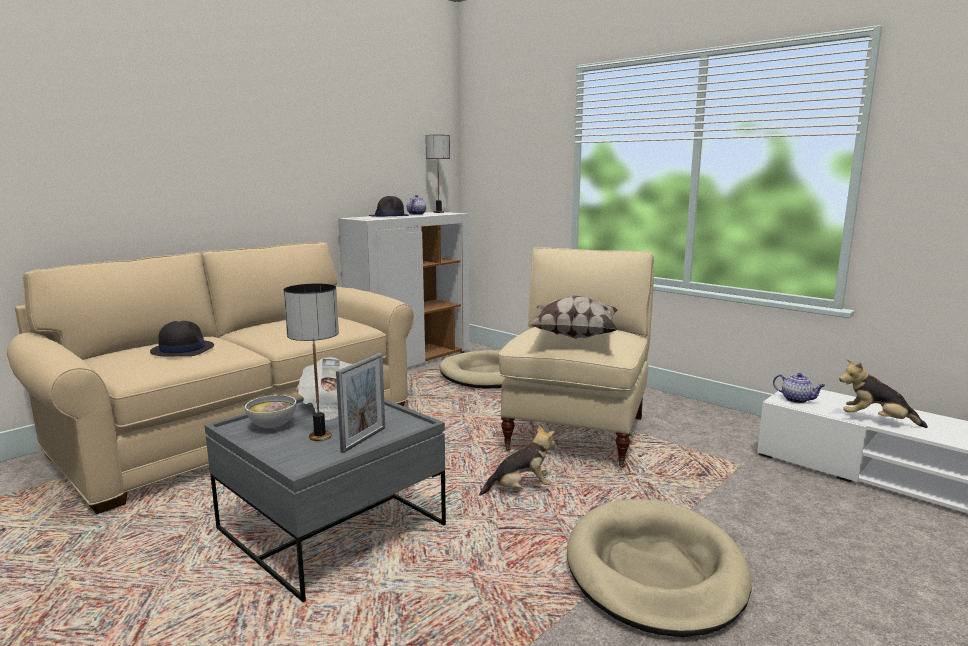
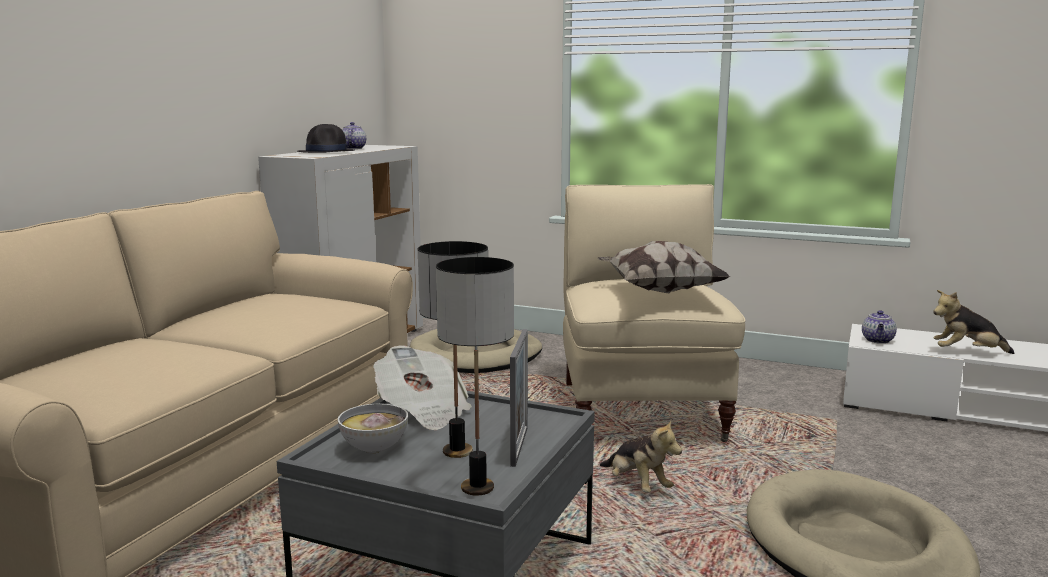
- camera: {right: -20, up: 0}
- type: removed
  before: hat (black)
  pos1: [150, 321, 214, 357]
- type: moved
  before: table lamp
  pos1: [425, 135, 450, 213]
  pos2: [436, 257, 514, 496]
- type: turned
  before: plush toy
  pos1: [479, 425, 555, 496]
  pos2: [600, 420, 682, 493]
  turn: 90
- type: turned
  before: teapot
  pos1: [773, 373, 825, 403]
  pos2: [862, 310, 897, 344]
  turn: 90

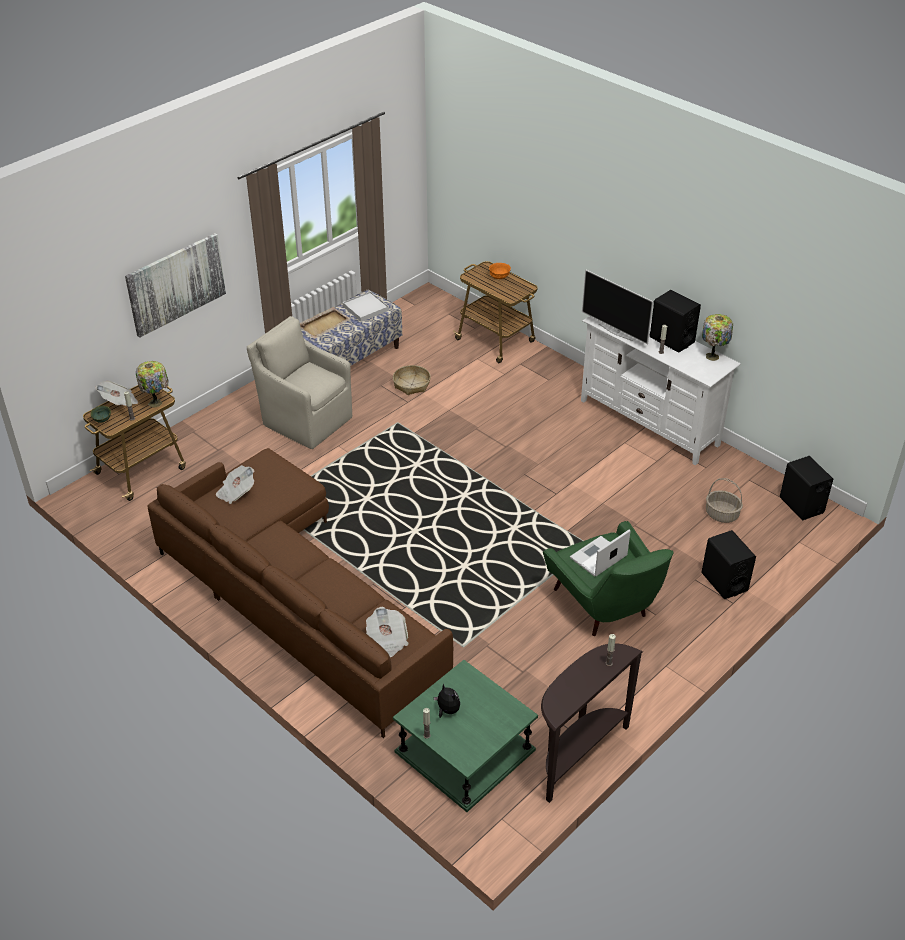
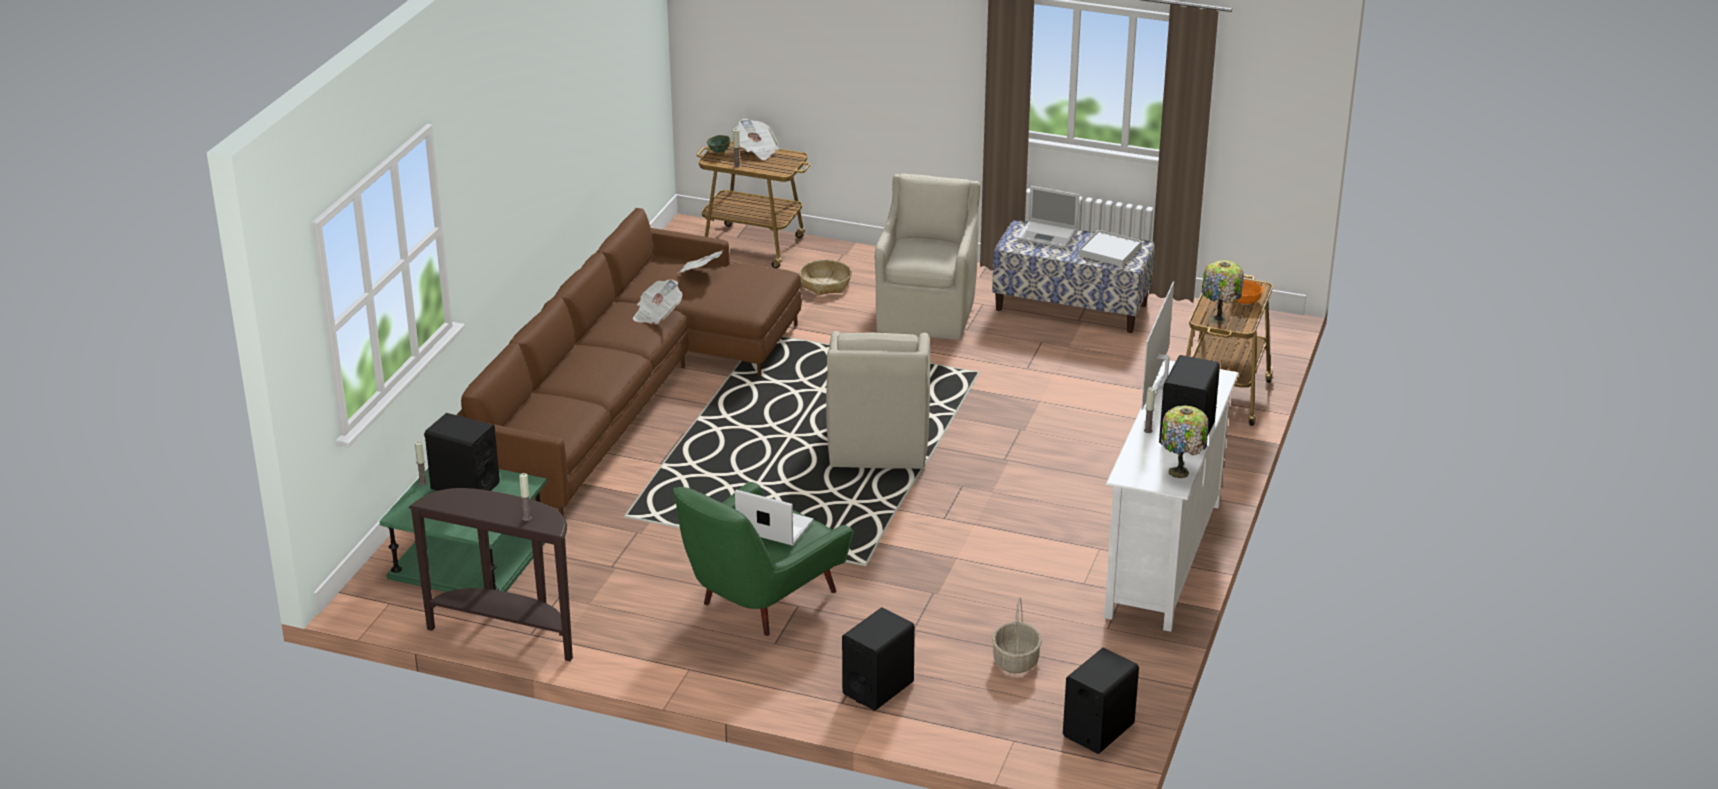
- camera: {right: 65, up: -10}
- type: removed
  before: picture
  pos1: [125, 233, 226, 338]
- type: added
  after: armchair (beige)
  pos2: [826, 331, 930, 469]
- type: moved
  before: table lamp
  pos1: [136, 361, 169, 407]
  pos2: [1202, 260, 1244, 324]
- type: moved
  before: newspaper
  pos1: [366, 607, 409, 657]
  pos2: [633, 279, 682, 324]
- type: moved
  before: basket
  pos1: [393, 365, 431, 395]
  pos2: [800, 260, 851, 296]
- type: replaced
  before: tray (beige)
  after: laptop
  pos1: [300, 307, 351, 339]
  pos2: [1016, 186, 1079, 248]
- type: replaced
  before: plush toy
  after: speaker (black)
  pos1: [434, 683, 460, 718]
  pos2: [424, 413, 500, 491]

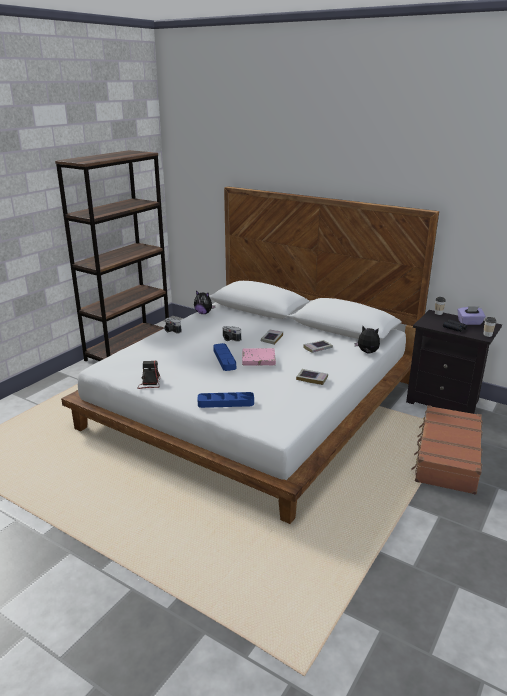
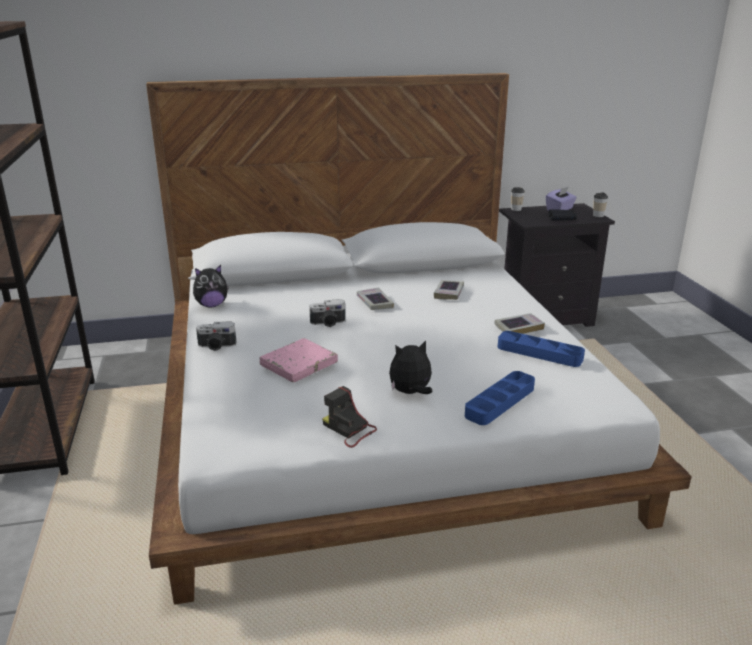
- camera: {right: -45, up: 0}
- type: removed
  before: suitcase (brown)
  pos1: [411, 405, 483, 495]
- type: moved
  before: tray (blue)
  pos1: [213, 343, 236, 371]
  pos2: [498, 331, 585, 367]
- type: moved
  before: book (pink)
  pos1: [242, 348, 276, 366]
  pos2: [260, 338, 338, 382]
- type: moved
  before: plush toy
  pos1: [355, 326, 380, 354]
  pos2: [389, 340, 432, 394]

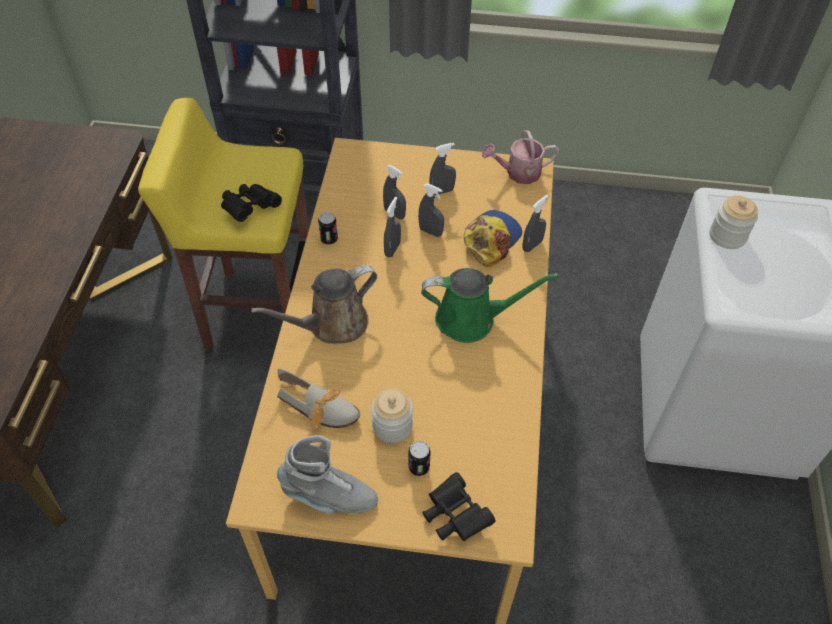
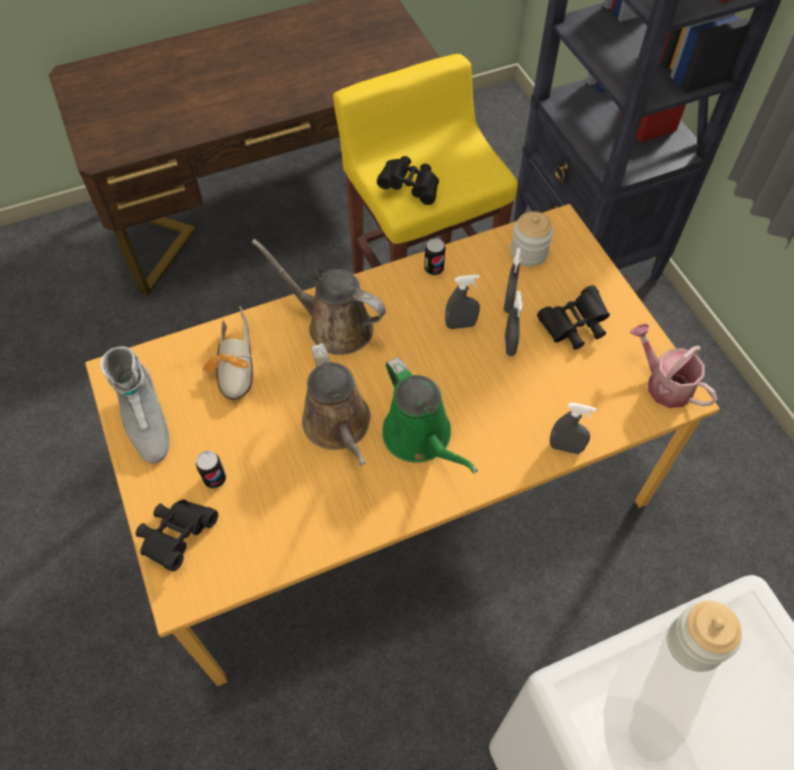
- camera: {right: 60, up: 5}
- type: removed
  before: cap
  pos1: [464, 210, 522, 267]
- type: added
  after: watering can (brown)
  pos2: [302, 343, 370, 466]
- type: moved
  before: jar
  pos1: [371, 388, 413, 443]
  pos2: [510, 211, 554, 267]
- type: replaced
  before: spray bottle (grey)
  after: binoculars (black)
  pos1: [429, 143, 456, 195]
  pos2: [537, 285, 610, 350]

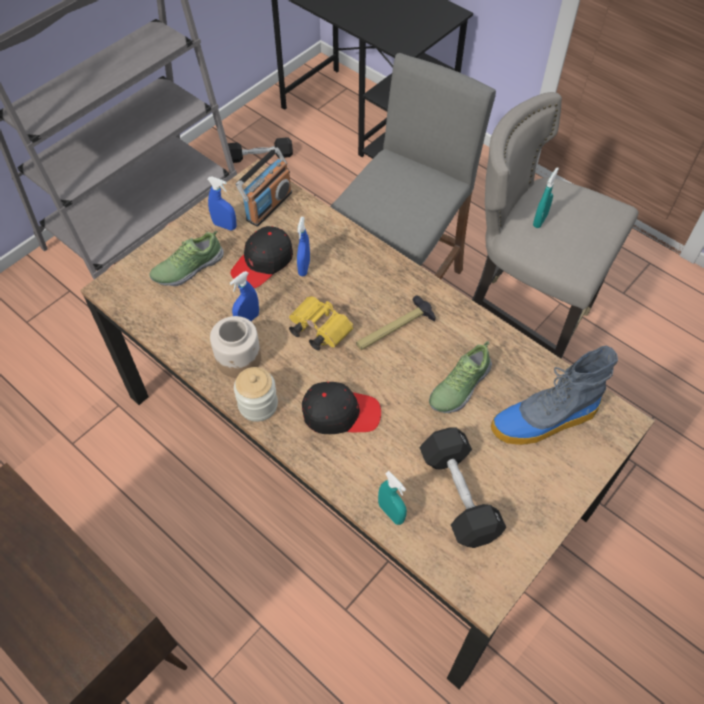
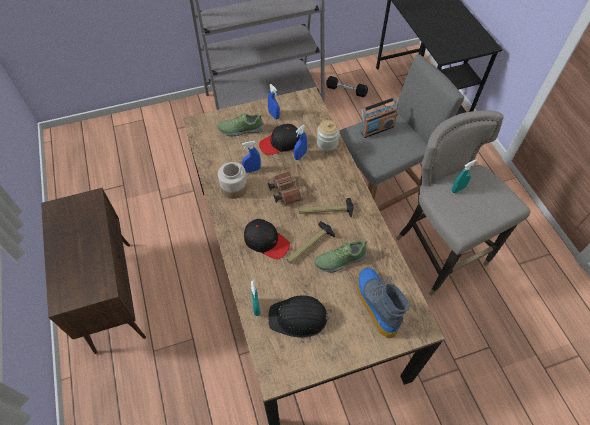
- camera: {right: 30, up: 0}
- type: added
  after: hammer
  pos2: [287, 221, 335, 264]
- type: moved
  before: jar
  pos1: [234, 367, 278, 422]
  pos2: [317, 120, 339, 151]
- type: moved
  before: radio
  pos1: [236, 147, 292, 227]
  pos2: [360, 98, 398, 138]
- type: replaced
  before: dumbbell (black)
  after: hard hat (black)
  pos1: [419, 427, 506, 548]
  pos2: [268, 295, 332, 338]
- type: recoloured
  before: binoculars (yellow)
  after: binoculars (brown)
  pos1: [289, 296, 353, 351]
  pos2: [268, 171, 303, 205]
- type: turned
  before: boot
  pos1: [491, 346, 618, 445]
  pos2: [357, 267, 410, 338]
  turn: 60

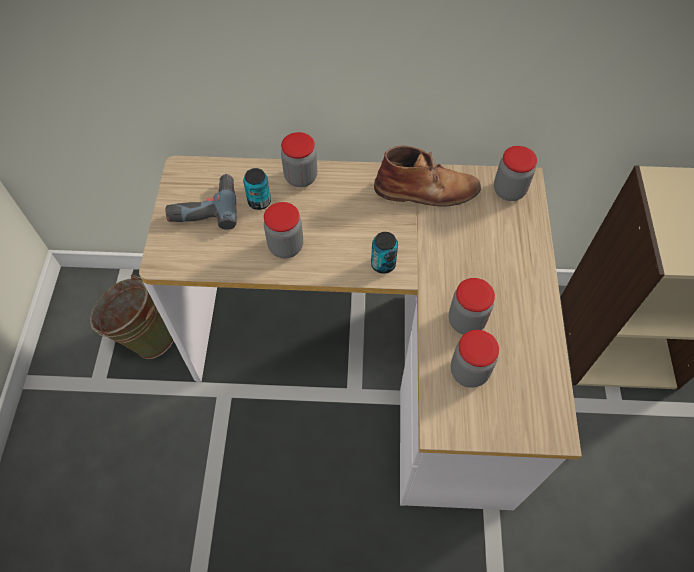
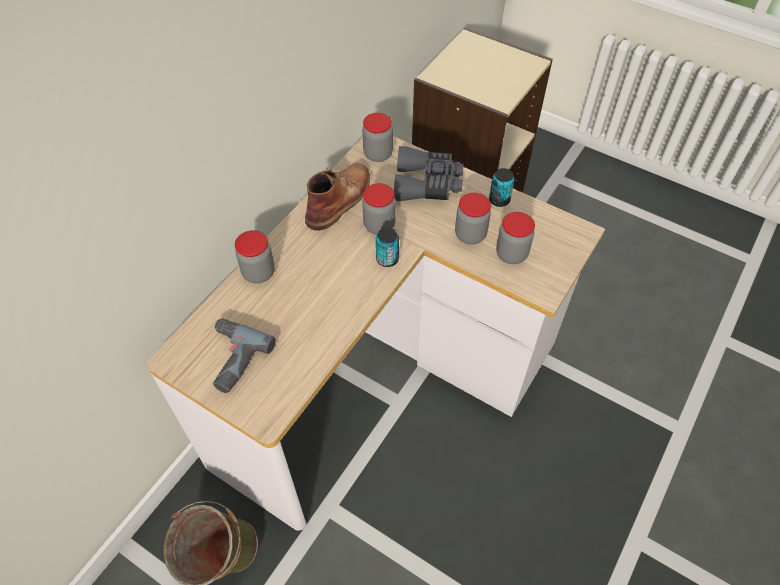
- camera: {right: -60, up: -5}
- type: added
  after: binoculars (grey)
  pos2: [394, 146, 464, 201]
- type: moved
  before: can
  pos1: [243, 168, 271, 210]
  pos2: [489, 168, 515, 207]
- type: moved
  before: jar
  pos1: [264, 202, 303, 258]
  pos2: [362, 183, 396, 235]

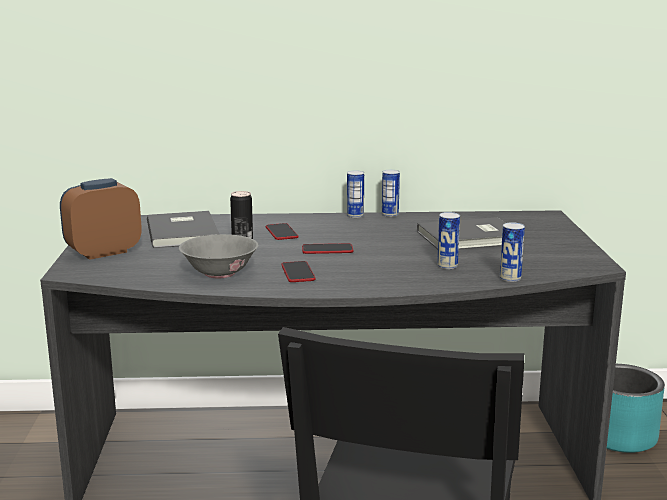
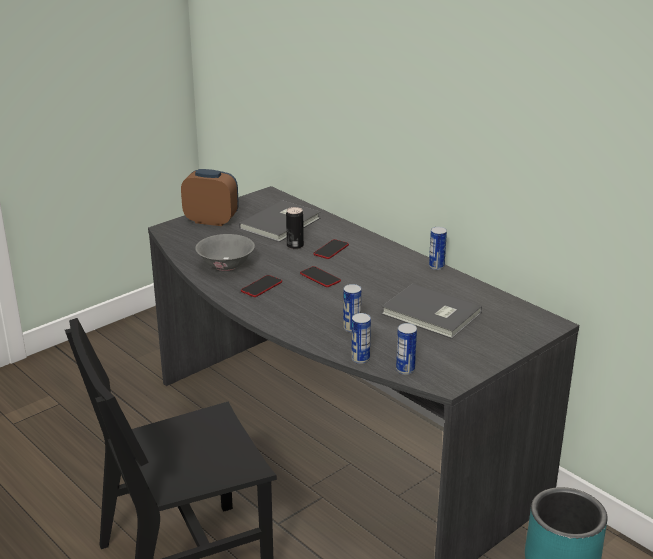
- camera: {right: 50, up: 10}
- type: moved
  before: can
  pos1: [347, 171, 364, 218]
  pos2: [396, 323, 417, 375]

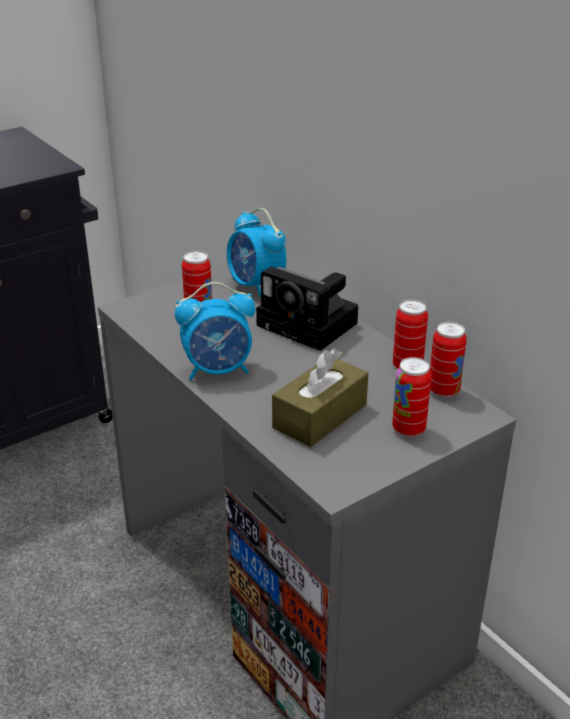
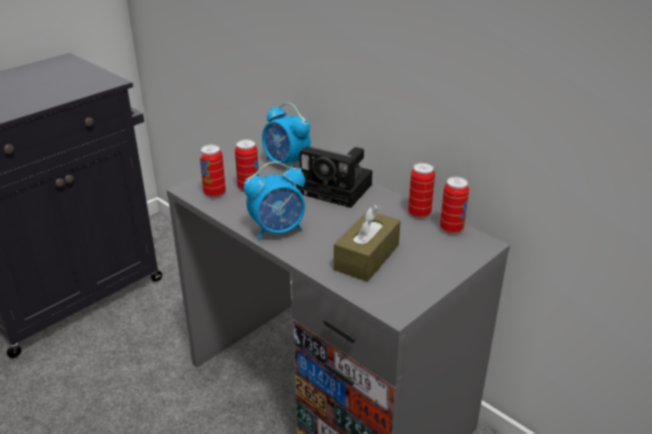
- camera: {right: -10, up: 0}
- type: moved
  before: can
  pos1: [392, 357, 432, 437]
  pos2: [199, 144, 226, 198]

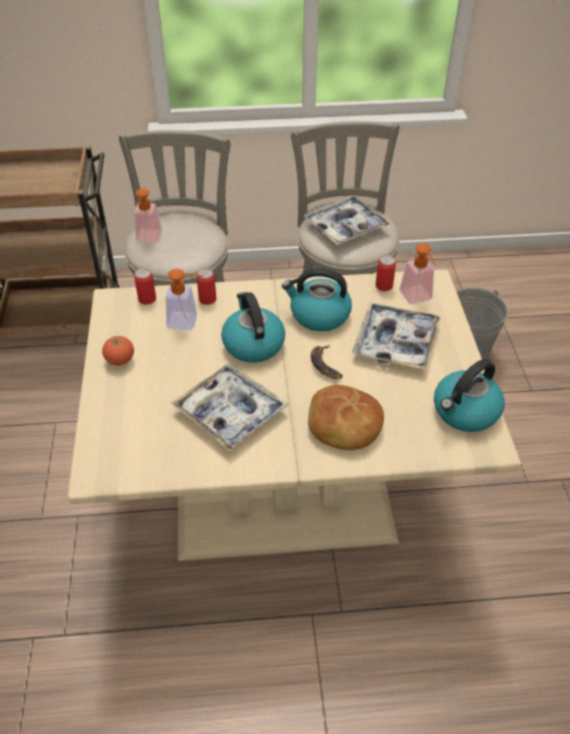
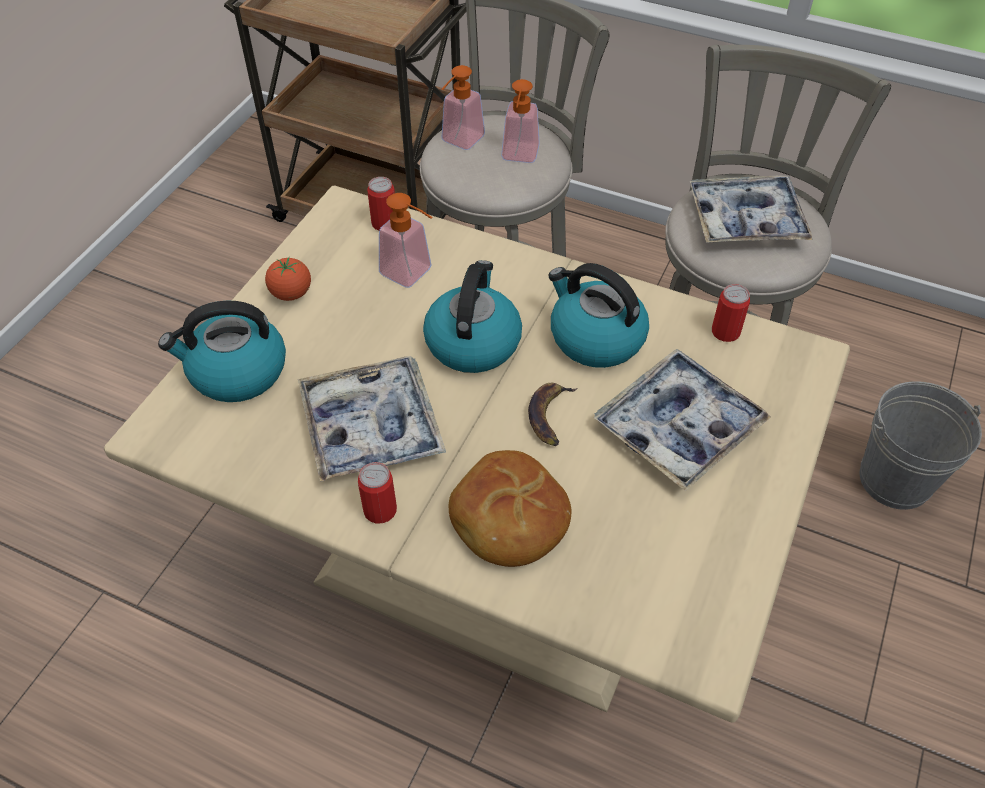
- camera: {right: 30, up: 5}
- type: moved
  before: can
  pos1: [197, 268, 216, 305]
  pos2: [358, 462, 397, 523]
- type: moved
  before: soap dispenser
  pos1: [399, 243, 436, 304]
  pos2: [501, 79, 540, 163]
- type: moved
  before: kettle
  pos1: [434, 359, 504, 432]
  pos2: [158, 301, 286, 402]

